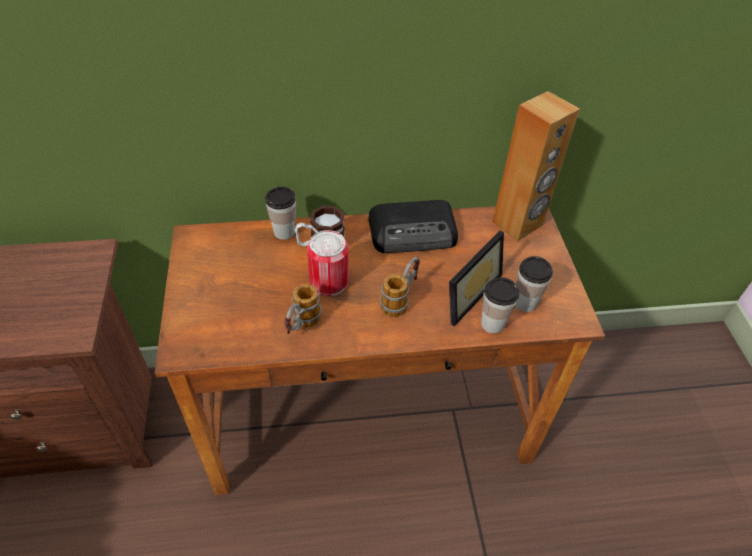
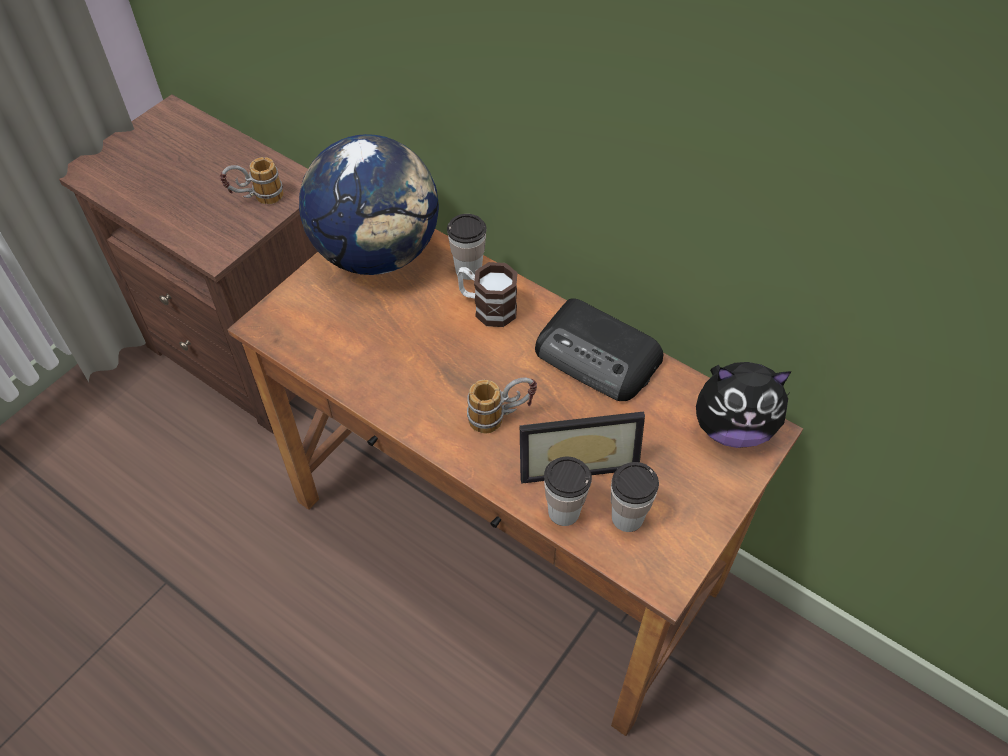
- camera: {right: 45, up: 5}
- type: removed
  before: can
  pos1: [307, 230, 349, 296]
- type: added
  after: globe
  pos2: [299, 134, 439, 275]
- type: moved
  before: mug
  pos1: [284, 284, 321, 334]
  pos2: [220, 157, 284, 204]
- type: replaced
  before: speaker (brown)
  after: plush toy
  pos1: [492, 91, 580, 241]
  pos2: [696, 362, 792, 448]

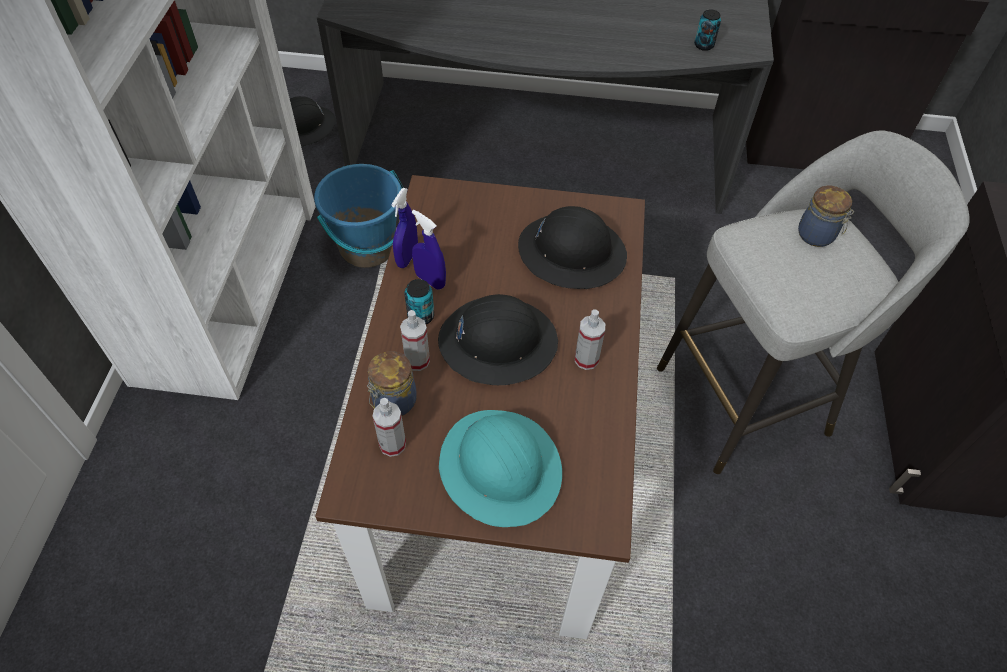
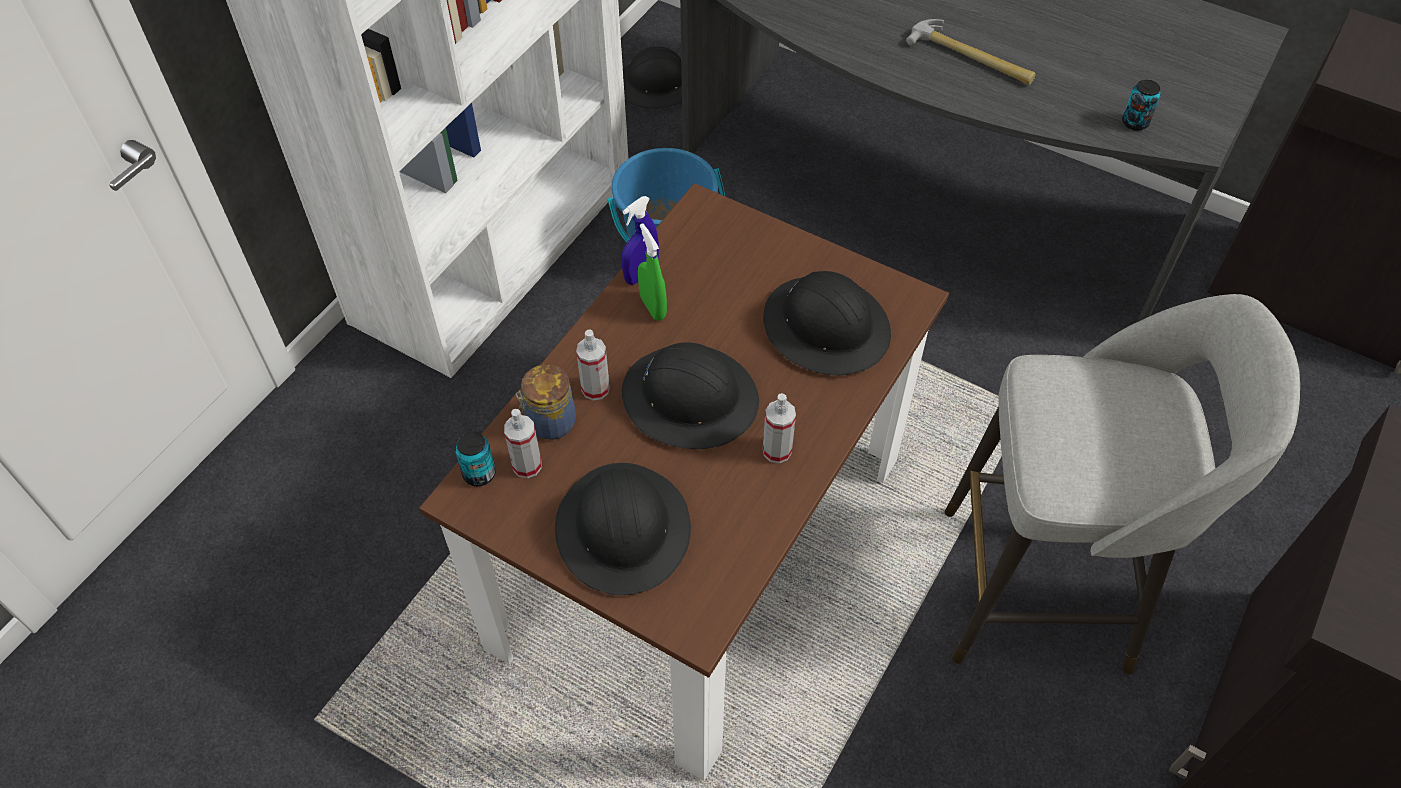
- camera: {right: 25, up: 0}
- type: removed
  before: jar
  pos1: [798, 186, 854, 247]
- type: added
  after: hammer
  pos2: [906, 19, 1036, 85]
- type: moved
  before: can
  pos1: [405, 279, 434, 324]
  pos2: [455, 431, 496, 486]
- type: recoloured
  before: spray bottle (blue)
  after: spray bottle (green)
  pos1: [412, 210, 446, 289]
  pos2: [638, 223, 667, 320]
- type: recoloured
  before: hard hat (turquoise)
  after: hard hat (black)
  pos1: [439, 410, 562, 527]
  pos2: [555, 463, 691, 595]

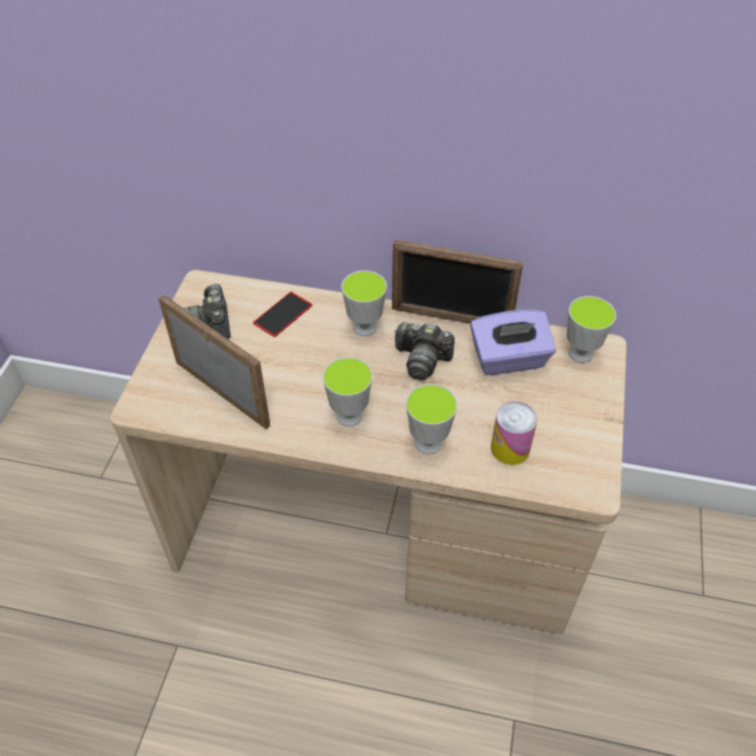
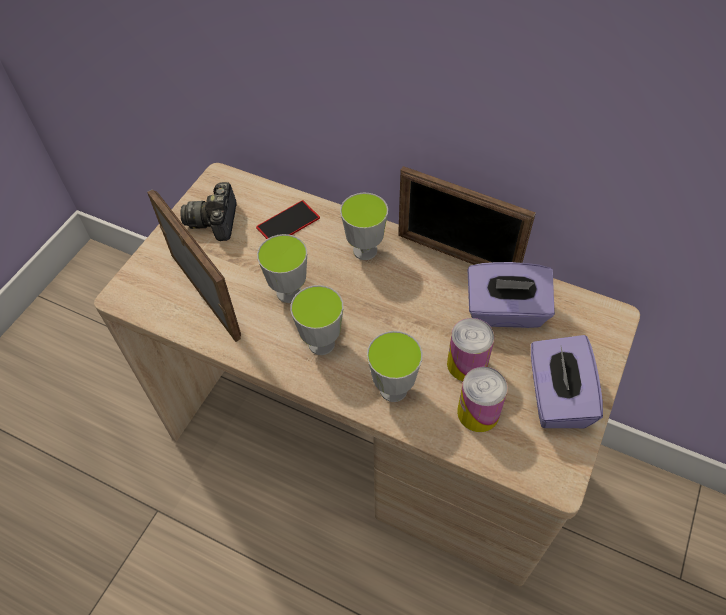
- camera: {right: 15, up: 5}
- type: removed
  before: photo camera
  pos1: [394, 322, 455, 380]
- type: added
  after: can
  pos2: [447, 318, 494, 381]
- type: added
  after: tissue box (purple)
  pos2: [531, 335, 603, 428]
- type: moved
  before: cup
  pos1: [567, 296, 616, 363]
  pos2: [257, 234, 307, 303]

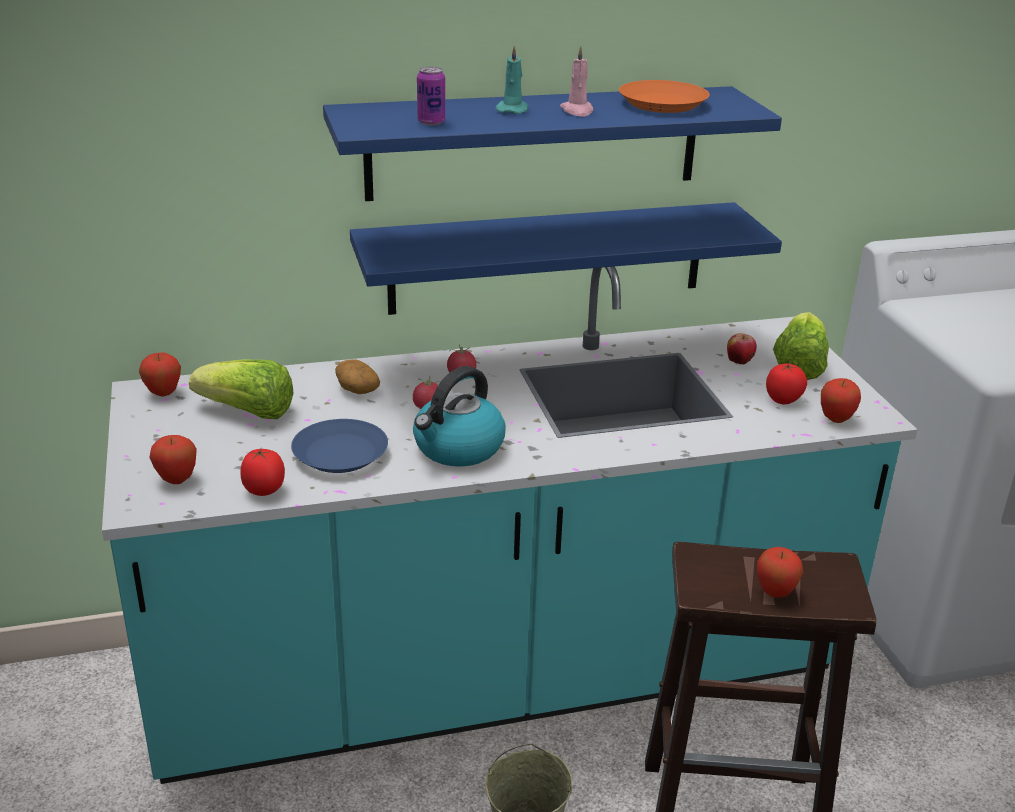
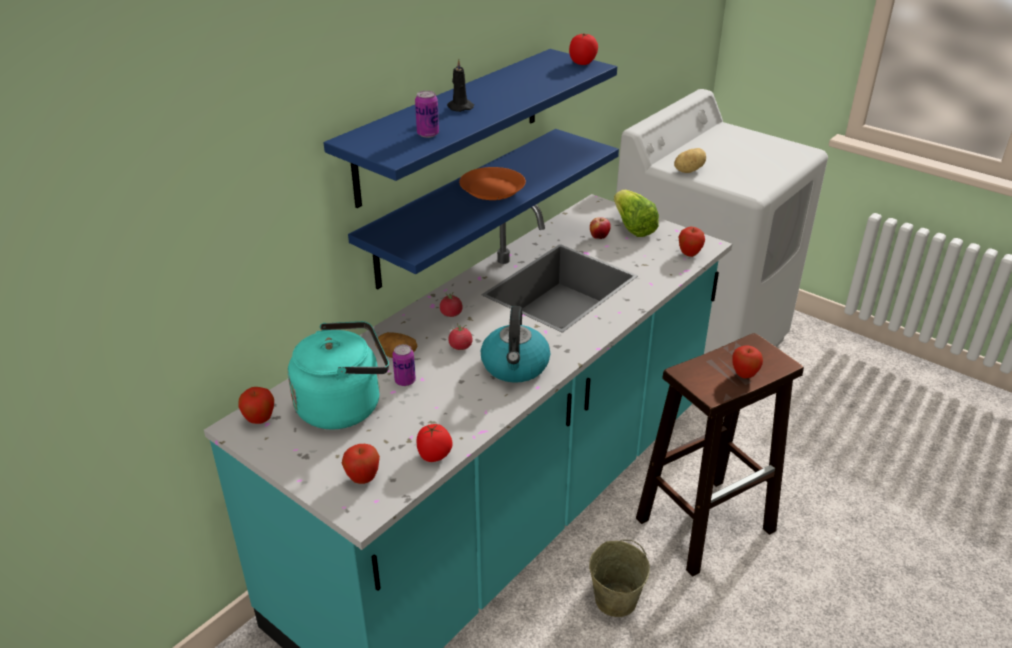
- camera: {right: -35, up: 5}
- type: removed
  before: plate (blue)
  pos1: [291, 419, 388, 473]
- type: removed
  before: candle (pink)
  pos1: [560, 46, 593, 116]
- type: added
  after: can
  pos2: [392, 344, 416, 386]
- type: added
  after: potato
  pos2: [674, 148, 706, 173]
- type: moved
  before: plate (orange)
  pos1: [619, 80, 710, 113]
  pos2: [459, 167, 526, 200]
- type: moved
  before: tomato
  pos1: [766, 363, 807, 404]
  pos2: [569, 34, 598, 65]
- type: replaced
  before: lettuce
  after: kettle (turquoise)
  pos1: [189, 359, 294, 419]
  pos2: [288, 321, 389, 429]
- type: recoloured
  before: candle (turquoise)
  after: candle (black)
  pos1: [495, 45, 528, 114]
  pos2: [447, 58, 474, 112]

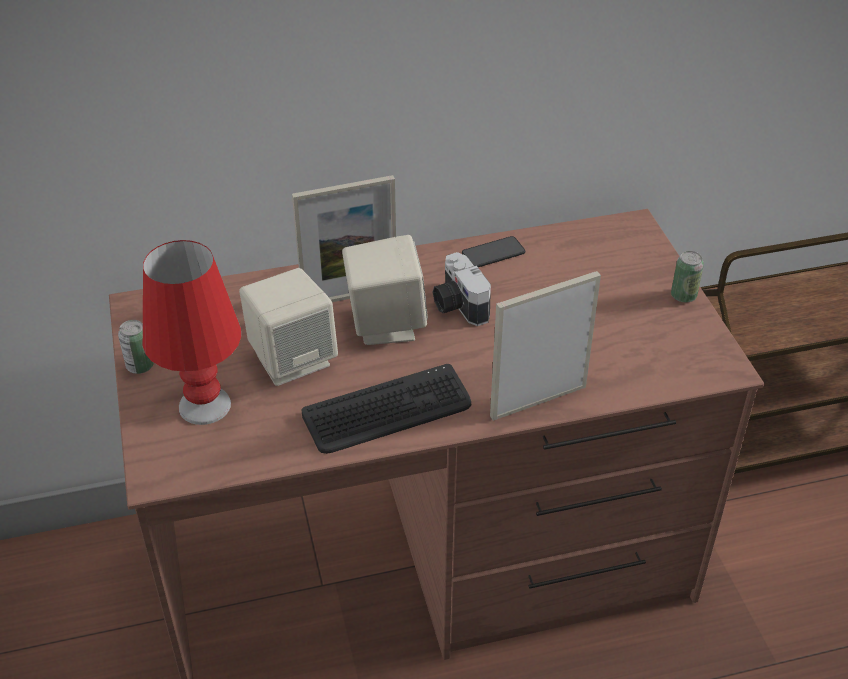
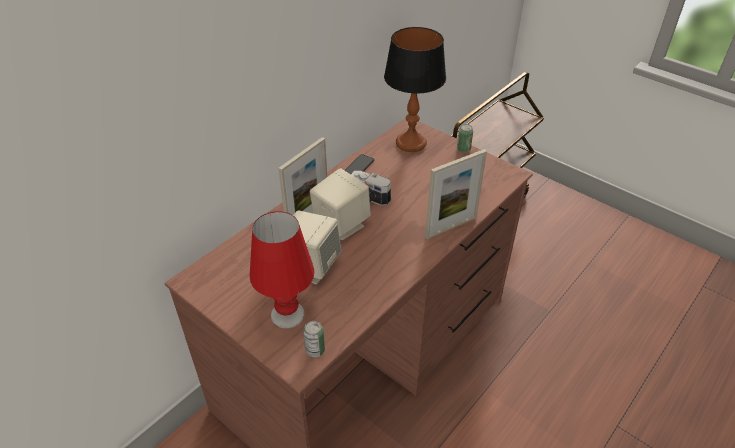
- camera: {right: -35, up: 0}
- type: removed
  before: keyboard
  pos1: [302, 364, 471, 454]
- type: added
  after: table lamp
  pos2: [384, 27, 446, 152]
- type: moved
  before: can
  pos1: [118, 320, 154, 374]
  pos2: [303, 321, 325, 357]
- type: turned
  before: picture frame
  pos1: [490, 271, 601, 421]
  pos2: [425, 149, 487, 239]
  turn: -150

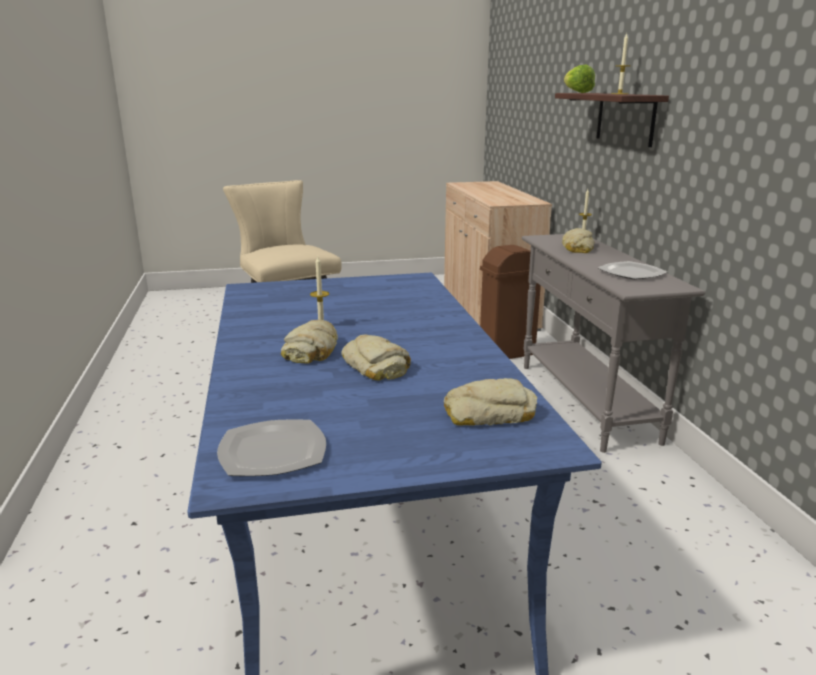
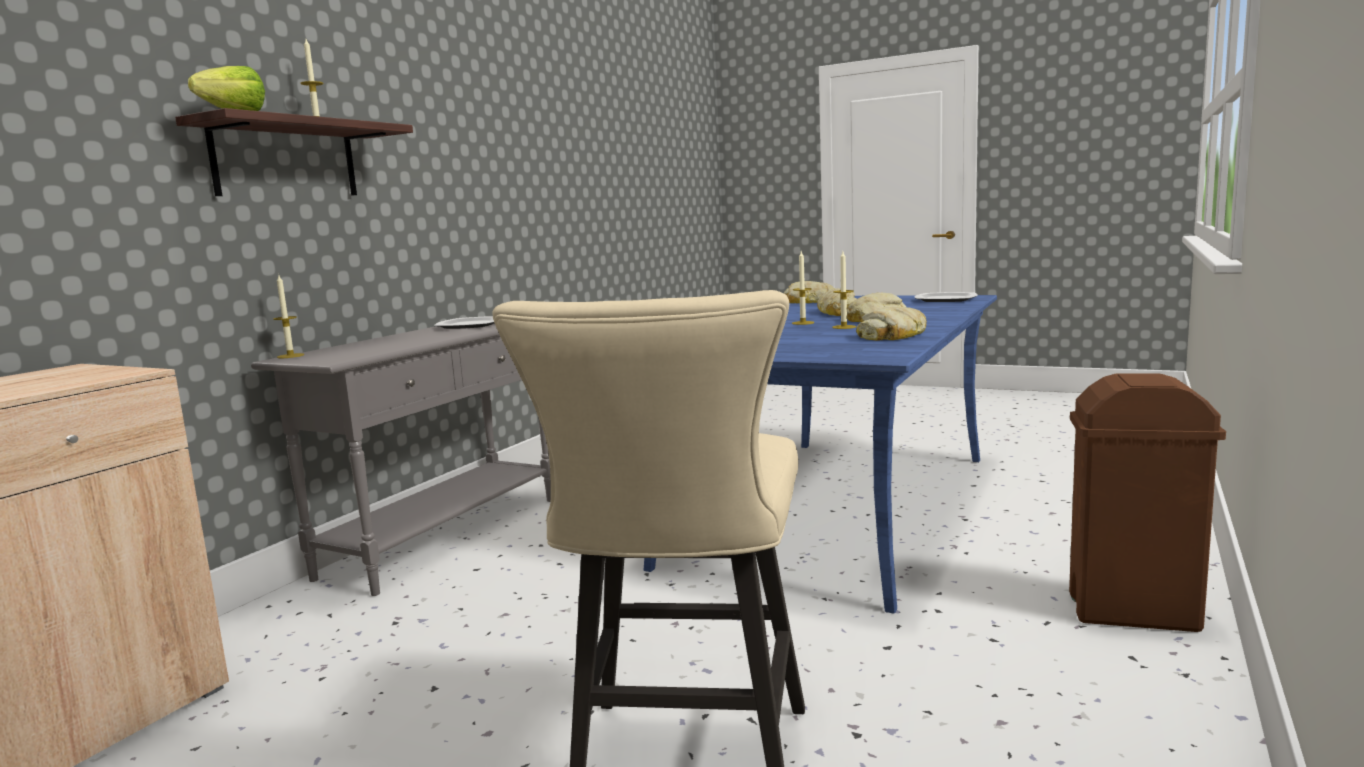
- camera: {right: -140, up: -10}
- type: added
  after: candle
  pos2: [792, 251, 814, 325]
- type: moved
  before: trash can (brown)
  pos1: [480, 245, 541, 359]
  pos2: [1069, 373, 1226, 632]
- type: moved
  before: bread
  pos1: [562, 228, 595, 253]
  pos2: [856, 307, 927, 341]

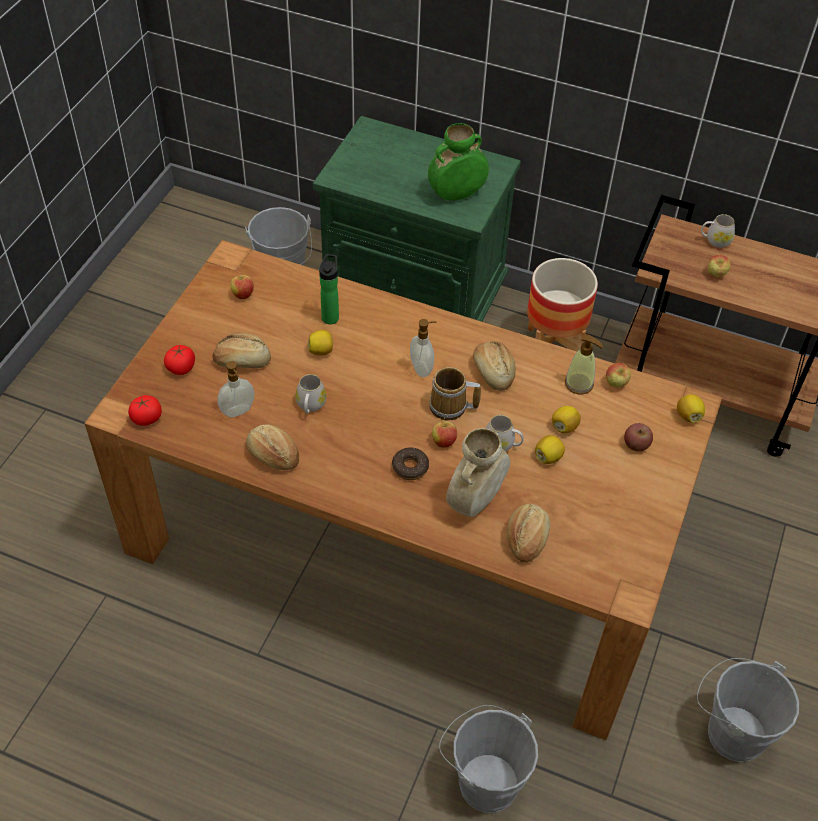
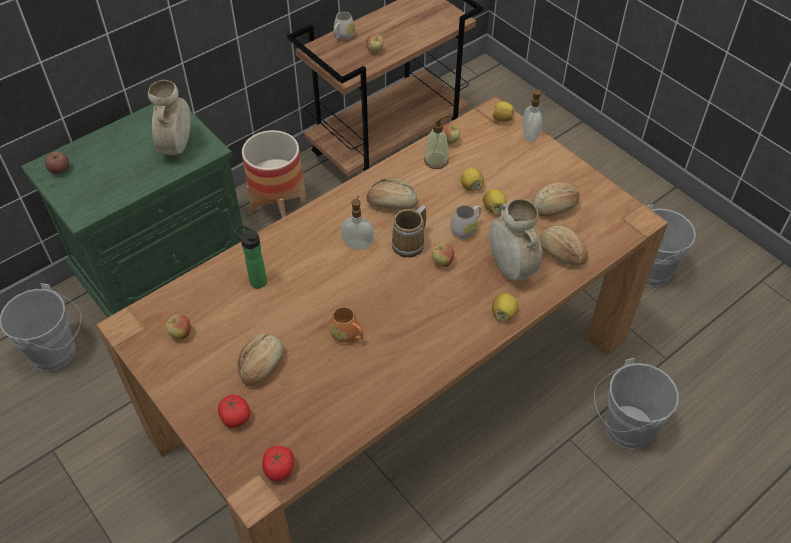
- camera: {right: -60, up: 0}
- type: removed
  before: donut
  pos1: [392, 448, 429, 480]
- type: moved
  before: soap dispenser
  pos1: [218, 361, 255, 417]
  pos2: [523, 89, 548, 142]
- type: moved
  before: bread
  pos1: [246, 425, 299, 470]
  pos2: [532, 182, 580, 216]
- type: moved
  before: lemon
  pos1: [308, 330, 333, 355]
  pos2: [492, 293, 518, 321]
- type: moved
  before: apple
  pos1: [624, 423, 653, 451]
  pos2: [45, 151, 69, 174]
- type: recoloured
  before: mug (white)
  after: mug (orange)
  pos1: [295, 374, 326, 414]
  pos2: [329, 307, 363, 343]
- type: recoloured
  before: vase (green)
  after: vase (beige)
  pos1: [428, 123, 489, 200]
  pos2: [148, 80, 191, 155]

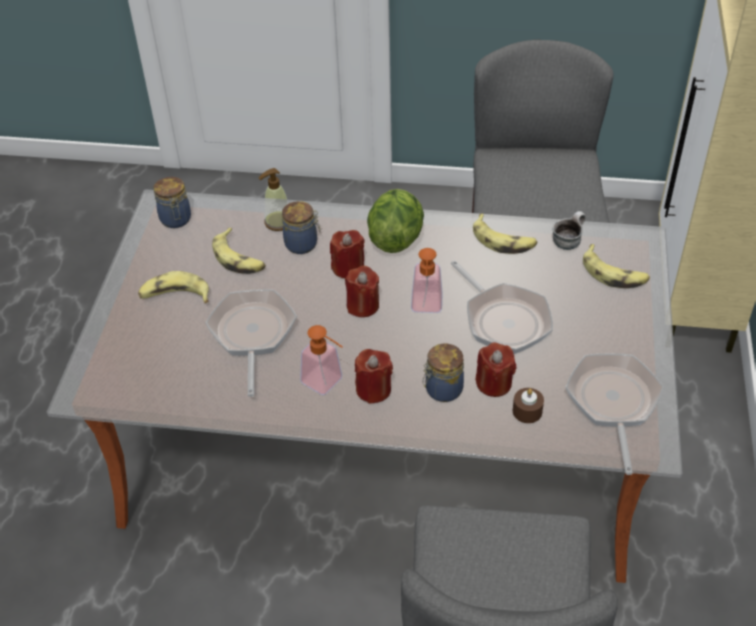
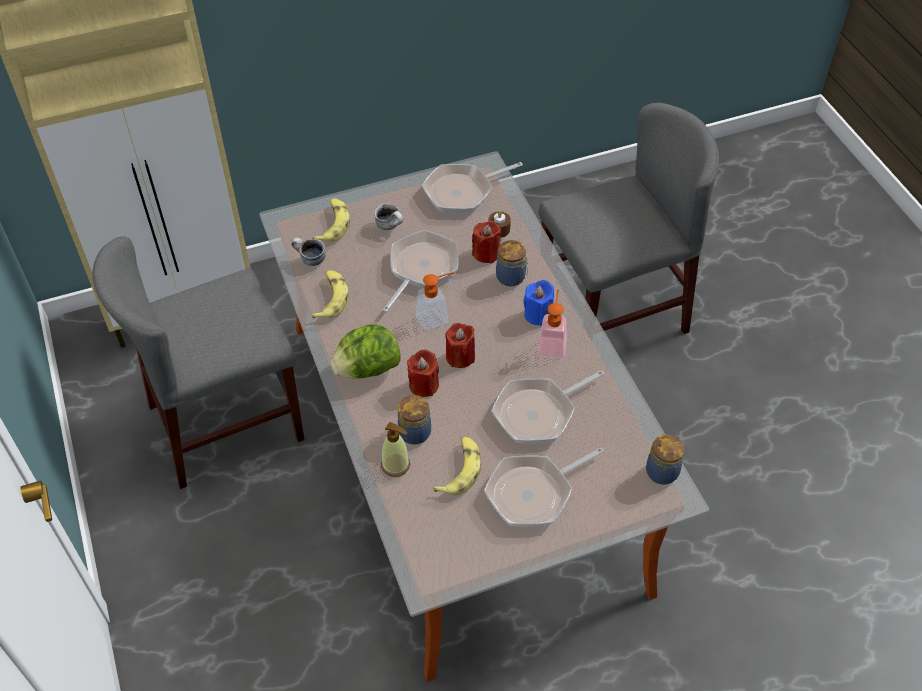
- camera: {right: -120, up: 5}
- type: added
  after: mug
  pos2: [374, 203, 403, 230]
- type: moved
  before: jar
  pos1: [154, 176, 191, 228]
  pos2: [646, 434, 685, 485]
- type: replaced
  before: banana
  after: frying pan
  pos1: [138, 271, 209, 303]
  pos2: [484, 448, 604, 527]
- type: recoloured
  before: candle (red)
  after: candle (blue)
  pos1: [355, 349, 393, 404]
  pos2: [523, 280, 554, 326]

